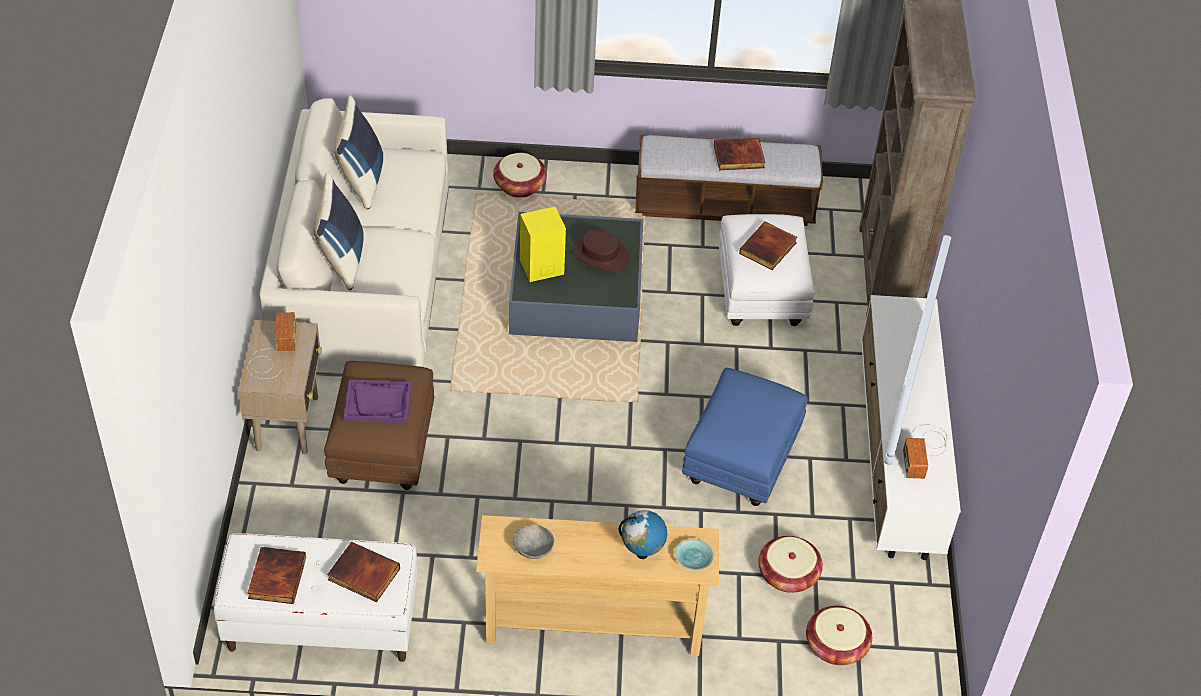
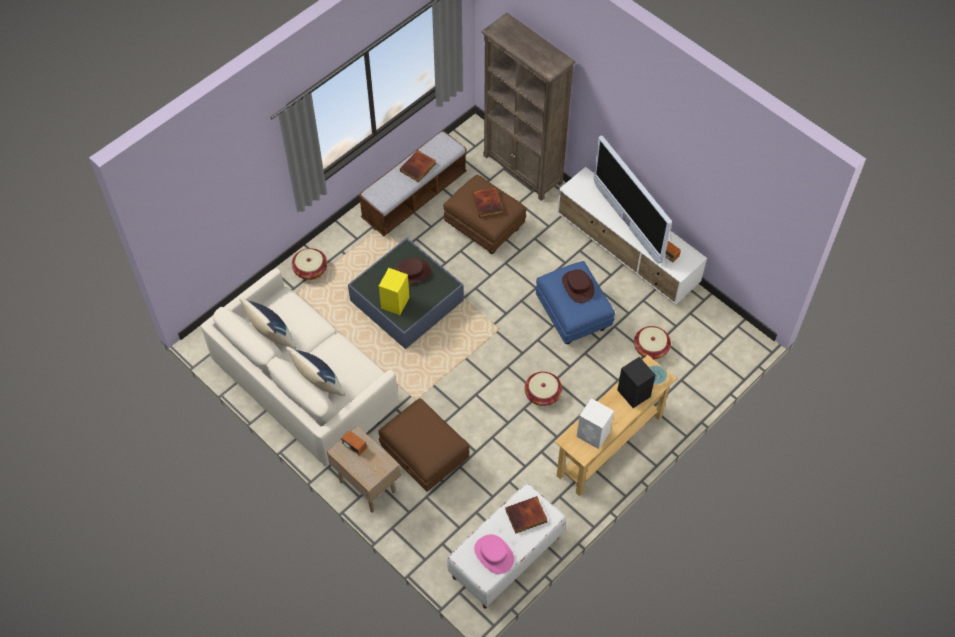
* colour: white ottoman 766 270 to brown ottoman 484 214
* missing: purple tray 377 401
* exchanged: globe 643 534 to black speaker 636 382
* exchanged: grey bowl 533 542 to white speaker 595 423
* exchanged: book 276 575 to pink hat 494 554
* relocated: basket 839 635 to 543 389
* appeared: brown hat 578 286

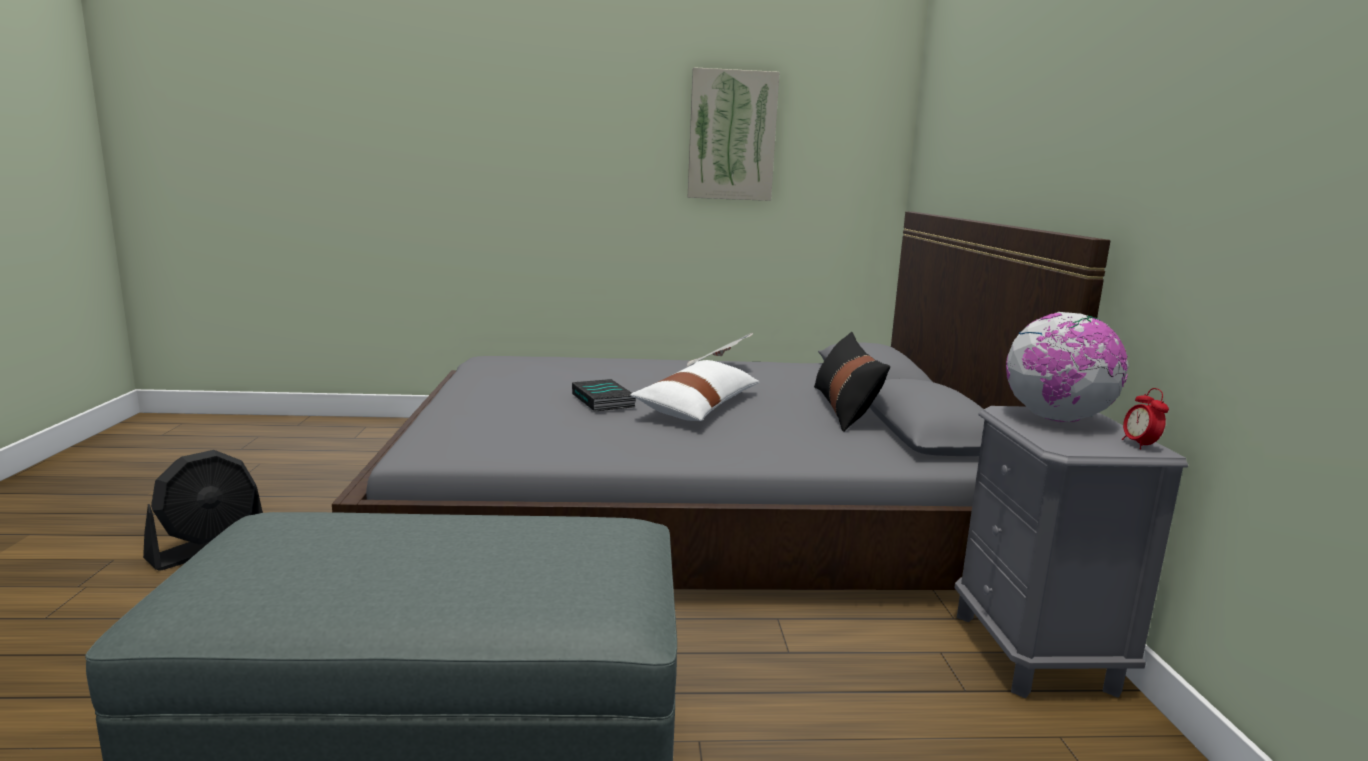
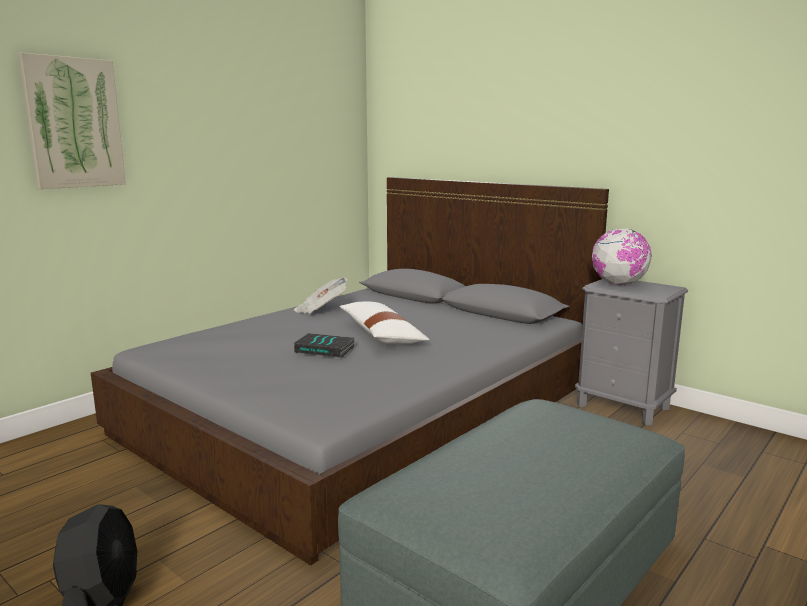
* relocated: picture 734 134 to 72 121
* missing: black pillow 852 382
* missing: alarm clock 1145 418

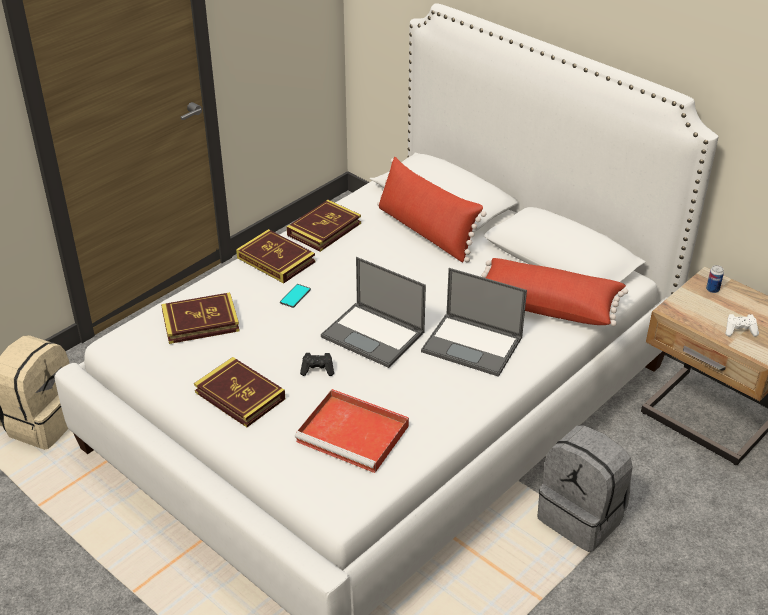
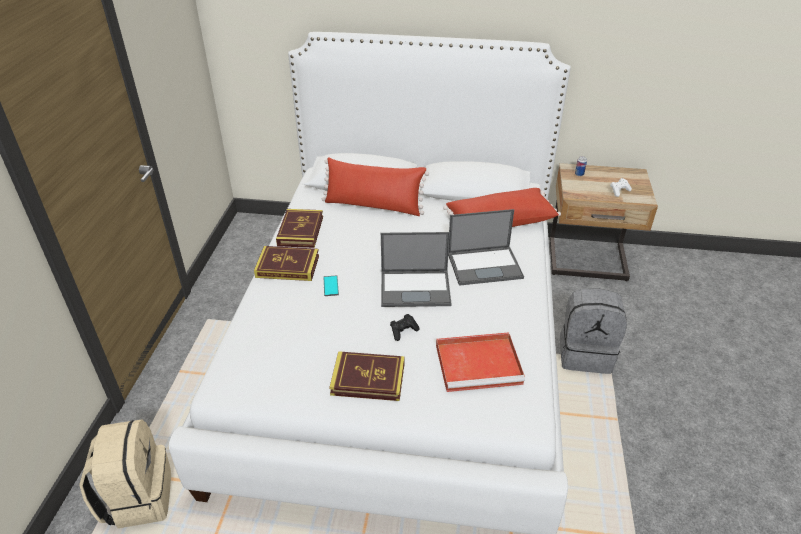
* missing: book 200 318

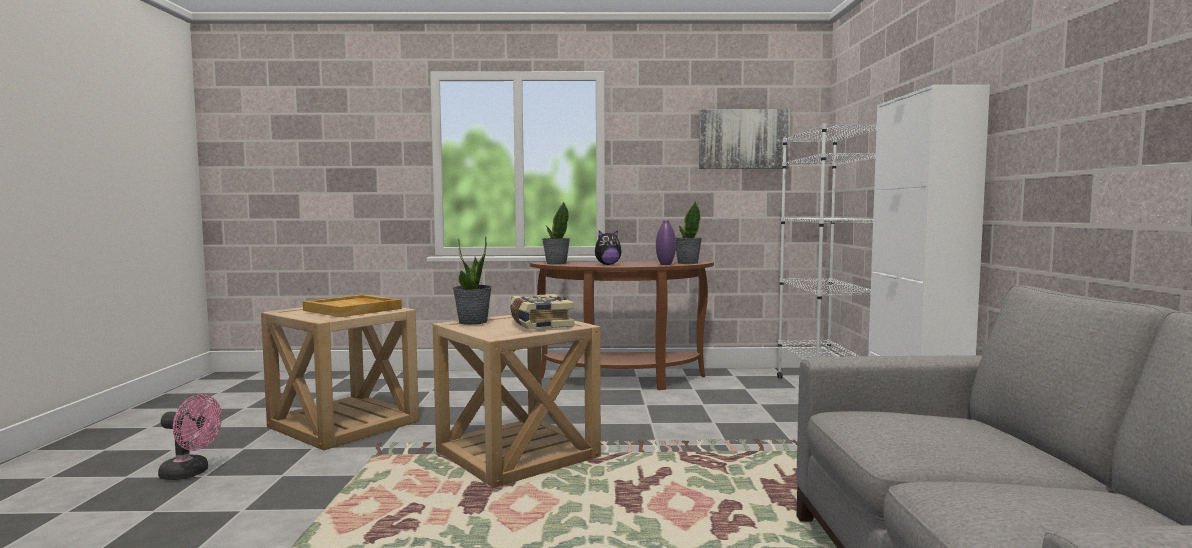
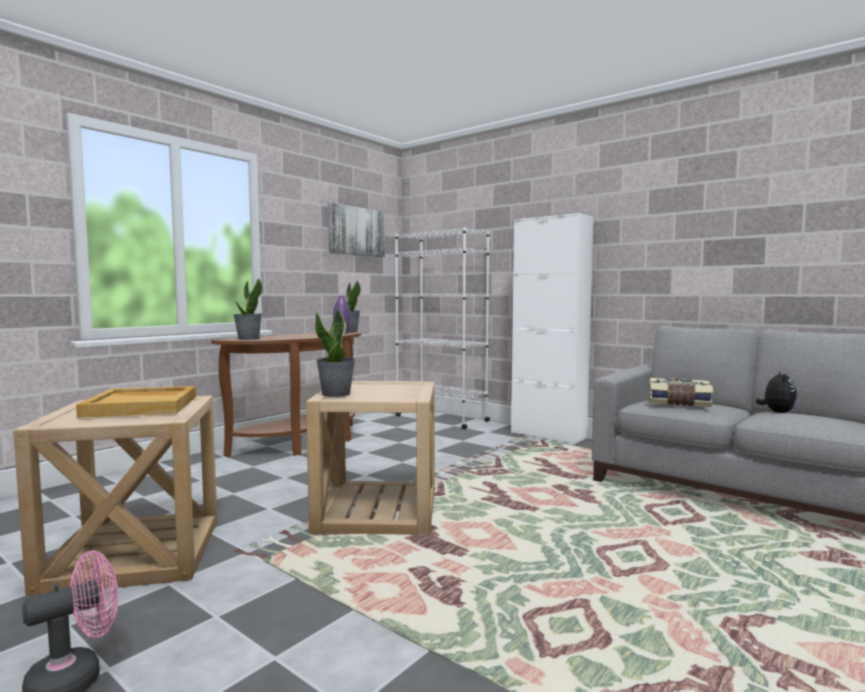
* relocated: plush toy 608 247 to 776 391
* relocated: book 542 312 to 681 392

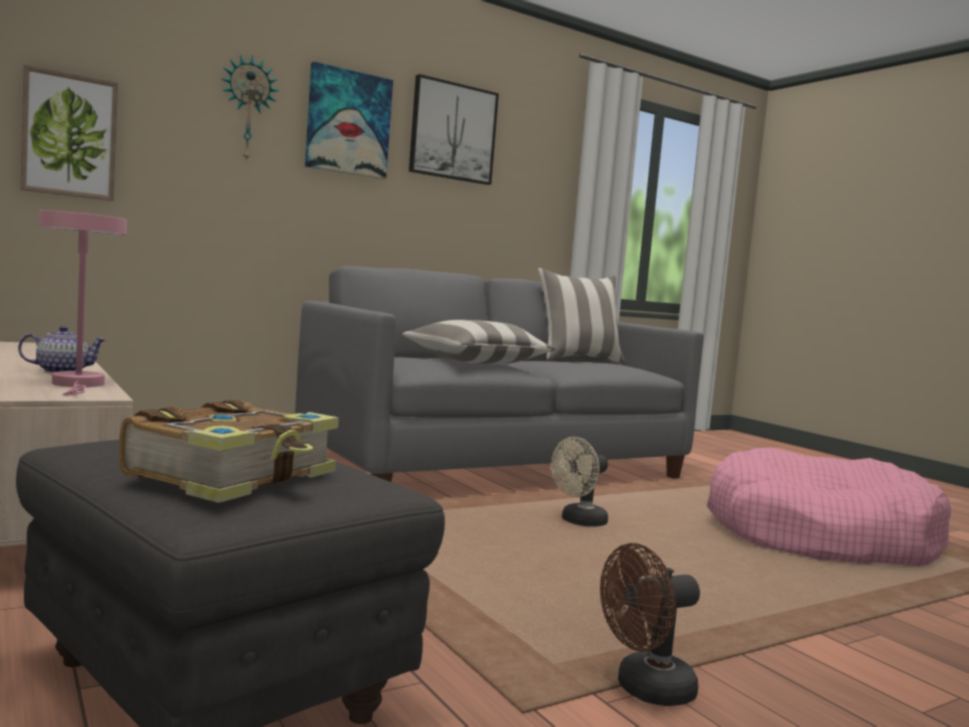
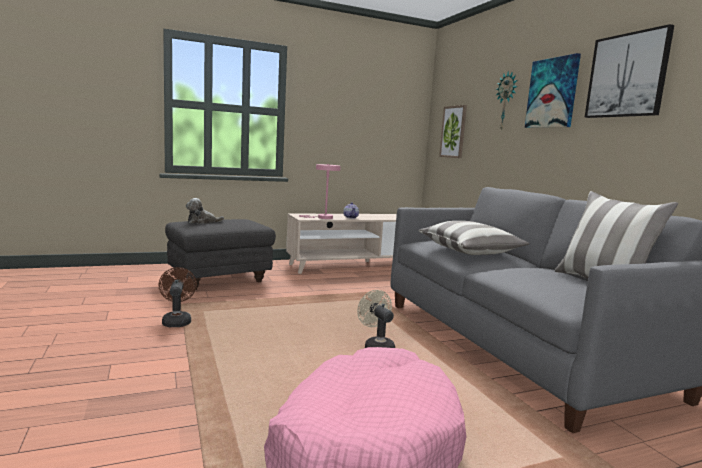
* exchanged: book 229 451 to plush toy 205 211

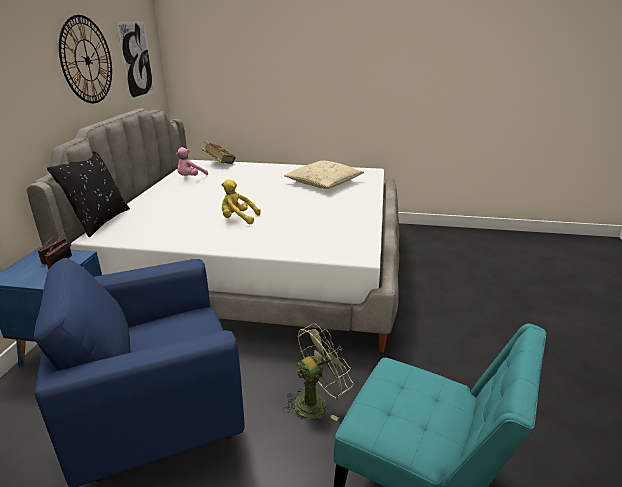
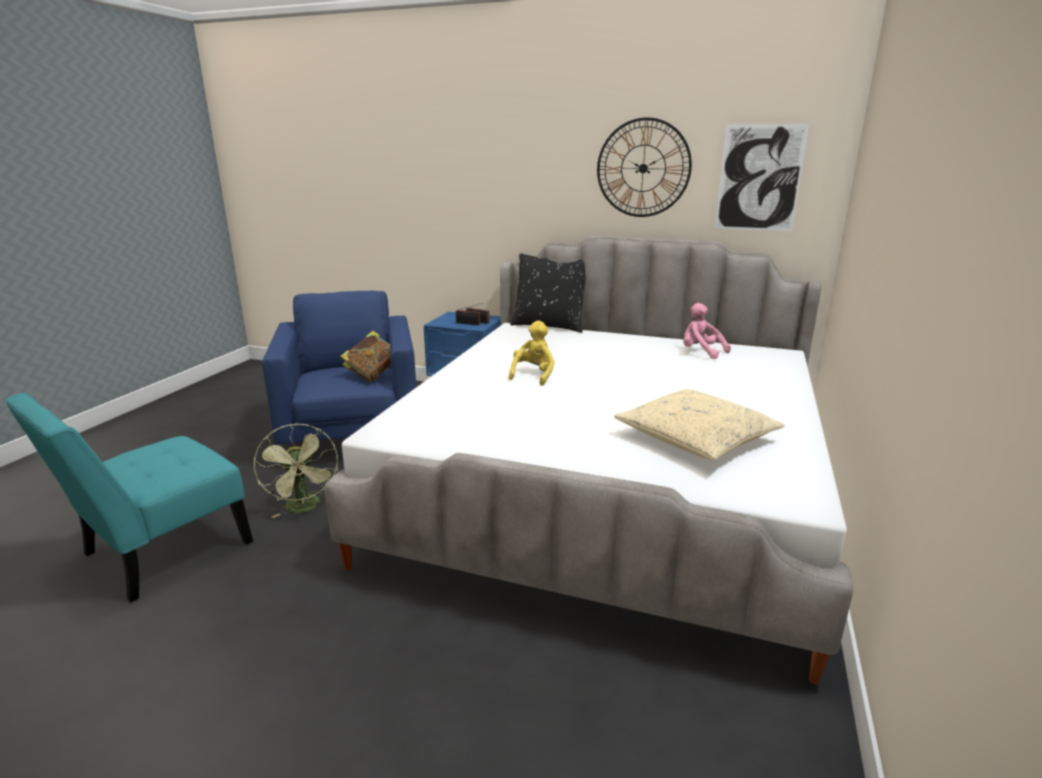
* relocated: book 218 152 to 365 356

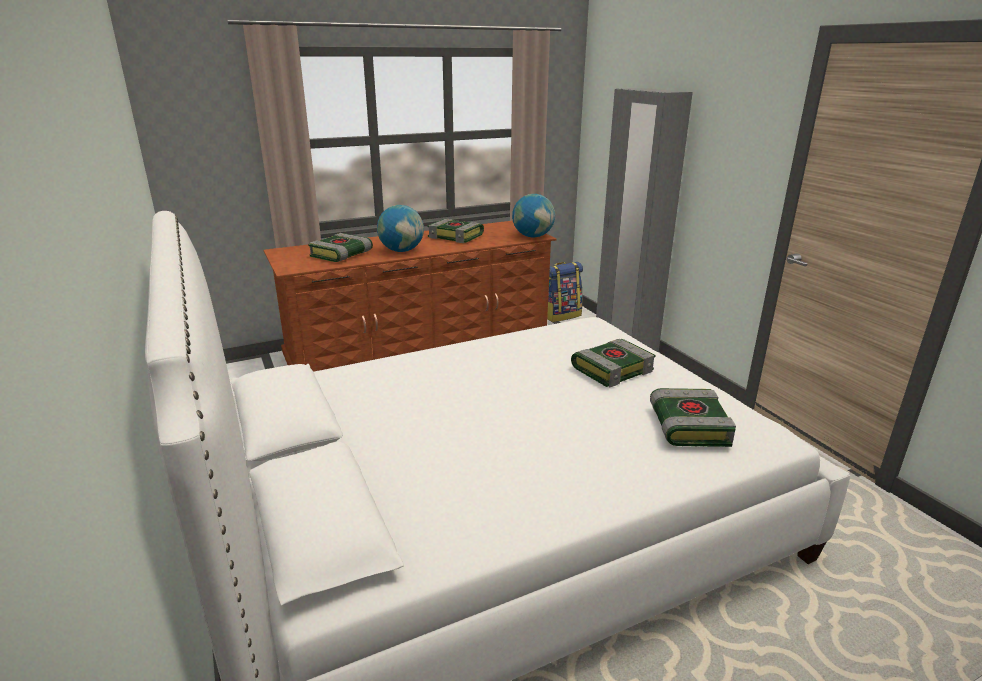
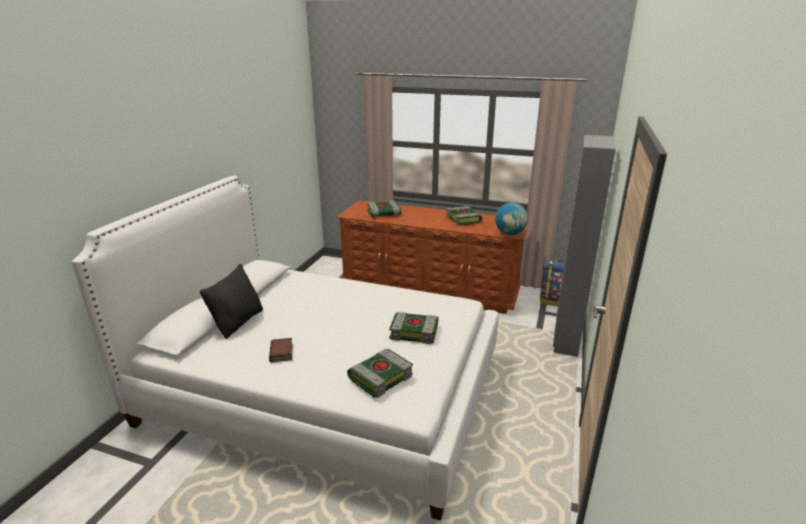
* missing: globe 400 228
* appeared: black pillow 231 301
* appeared: book 281 350

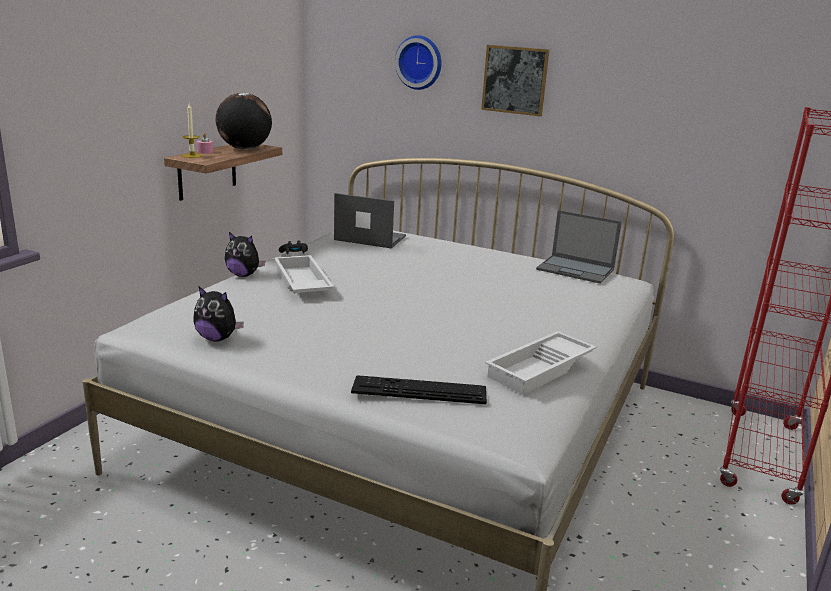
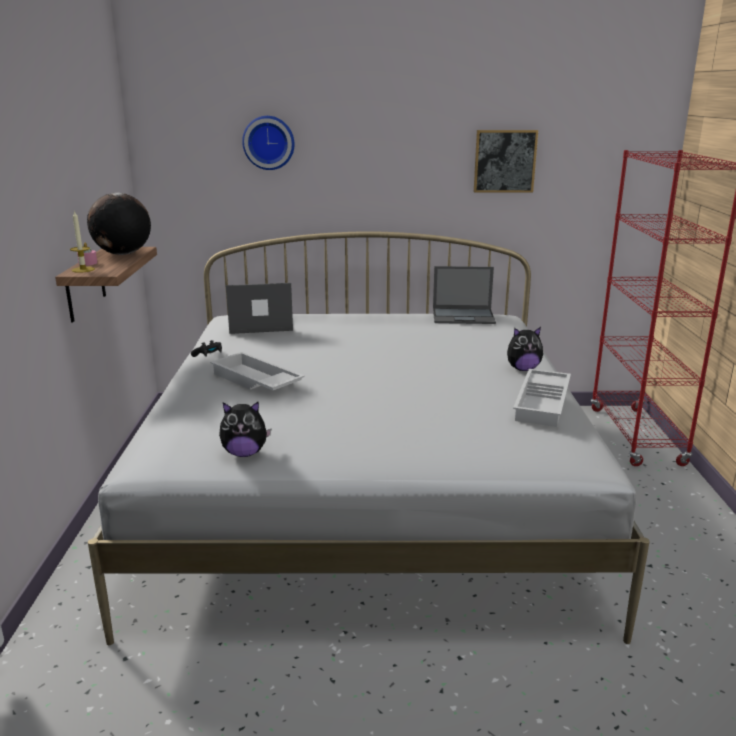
* relocated: picture 515 80 to 506 161
* relocated: plush toy 245 254 to 525 349
* missing: keyboard 419 389

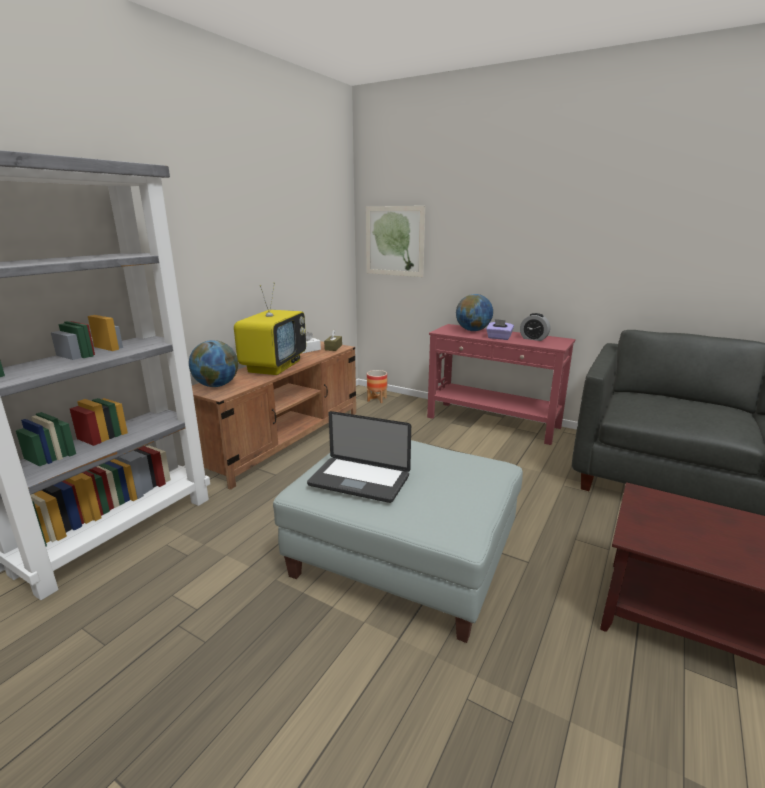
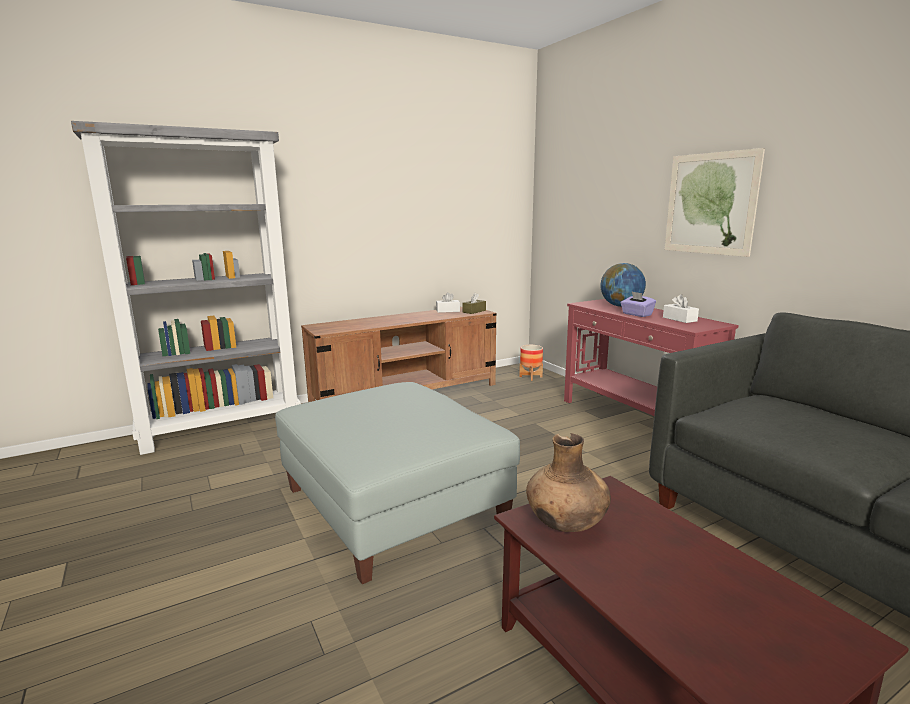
* relocated: picture 395 241 to 714 202
* missing: television 270 328
* exchanged: alarm clock 535 327 to white tissue box 681 308
* missing: globe 213 363
* missing: laptop 359 457
* appeared: brown vase 568 482

